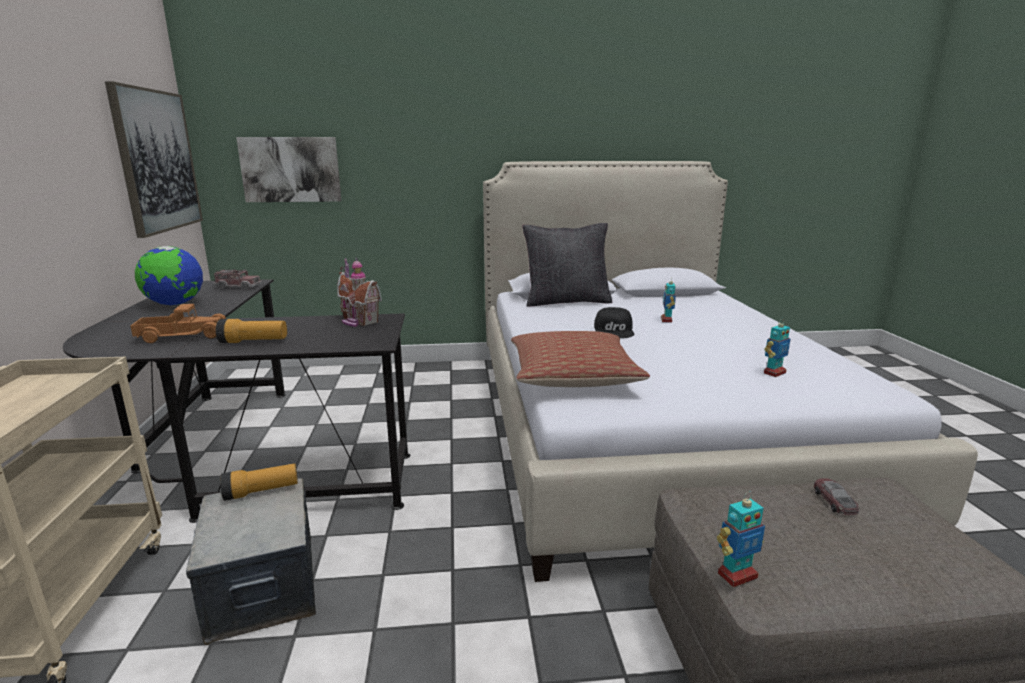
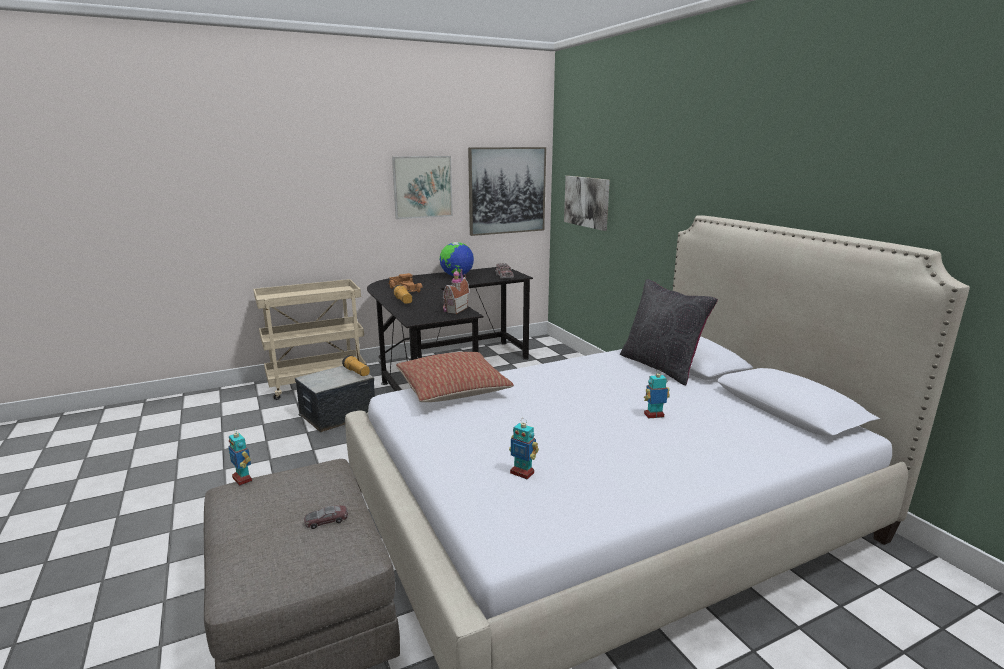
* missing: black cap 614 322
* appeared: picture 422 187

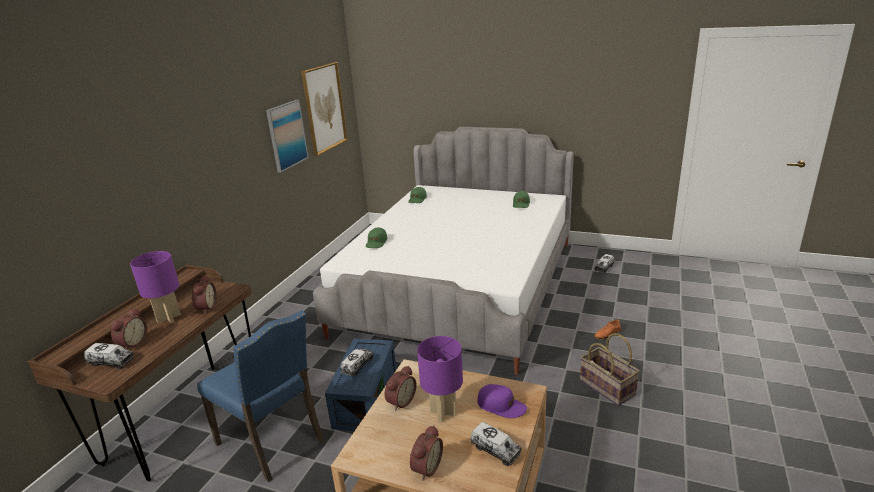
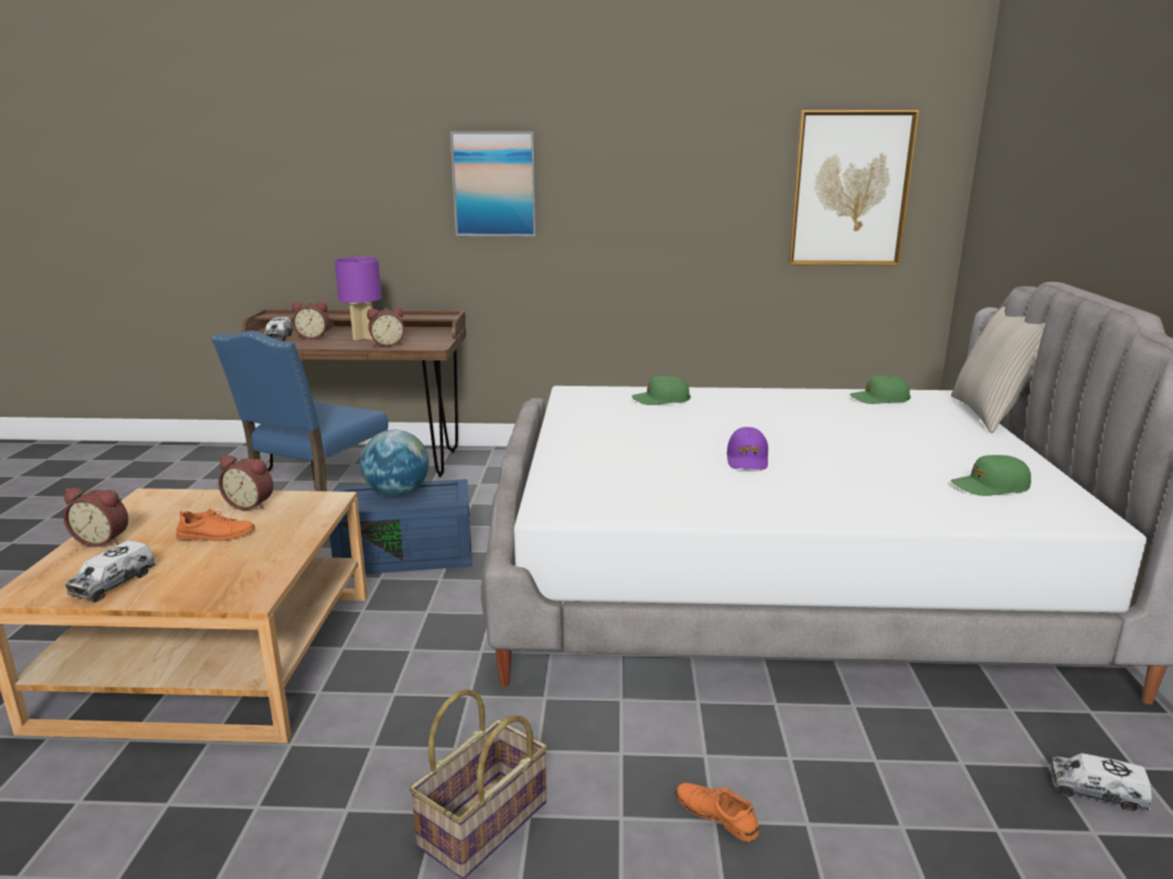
* relocated: picture 287 136 to 493 183
* exchanged: purple table lamp 440 379 to orange shoe 215 524
* exchanged: toy truck 356 362 to globe 394 463
* relocated: purple cap 502 401 to 747 448
* appeared: beige pillow 998 369

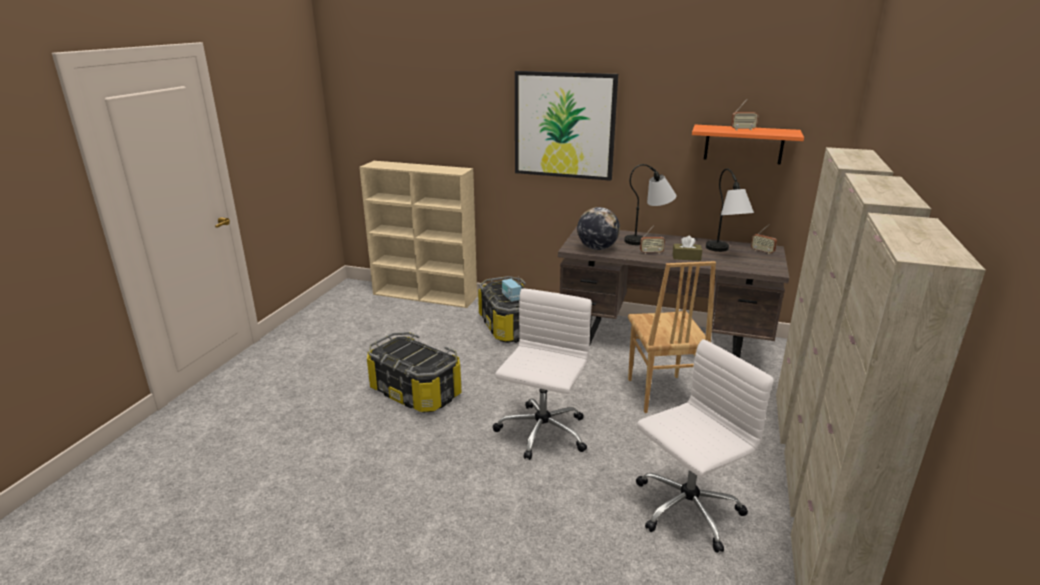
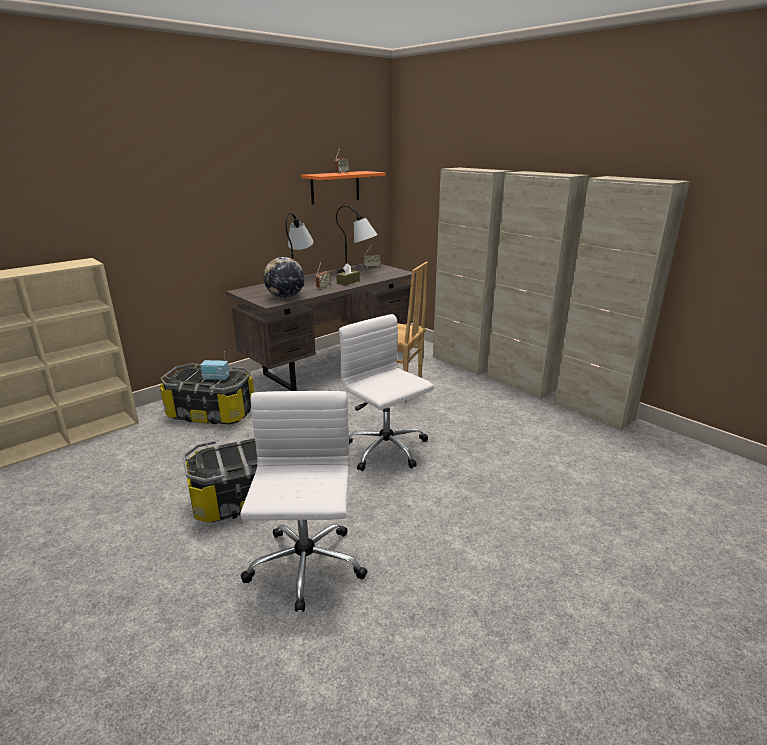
* missing: picture 566 126
* relocated: white office chair 704 446 to 304 501

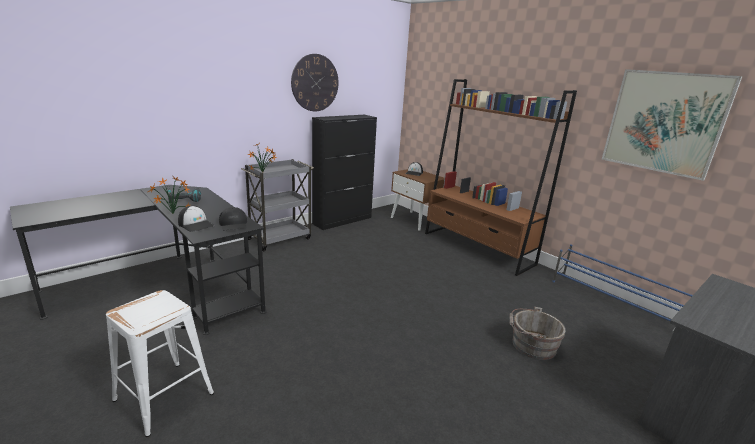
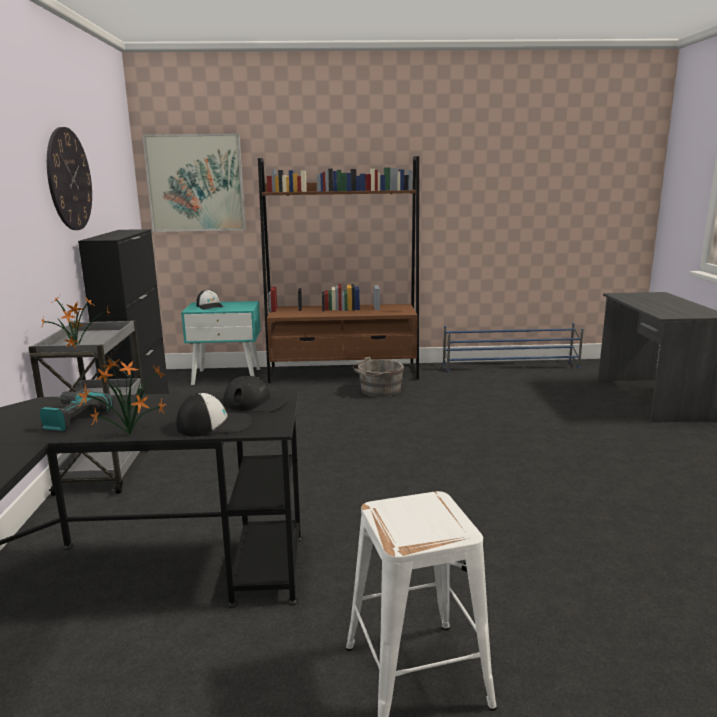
* relocated: picture 672 125 to 194 183
* colour: brown nightstand 418 200 to turquoise nightstand 221 343
* relocated: grey bucket 537 333 to 378 377

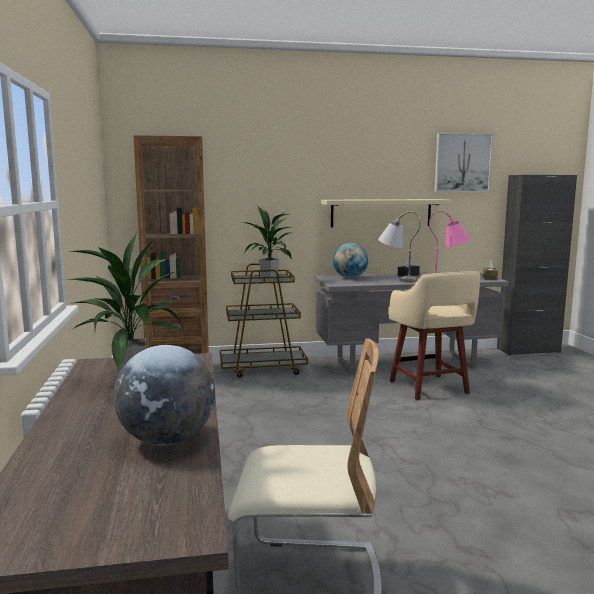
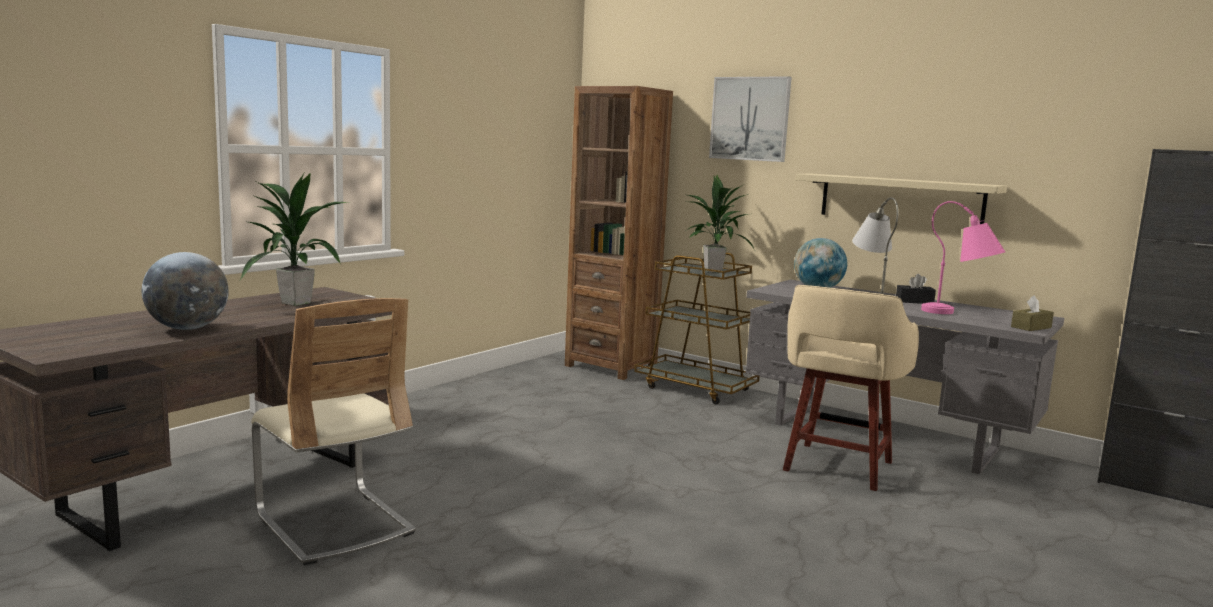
* relocated: picture 464 162 to 750 119

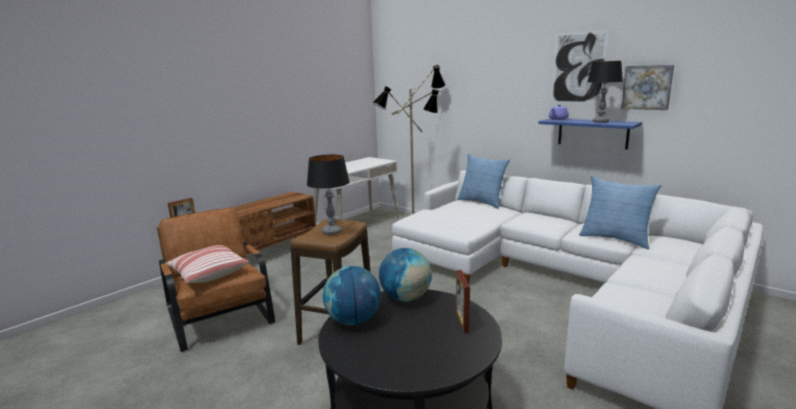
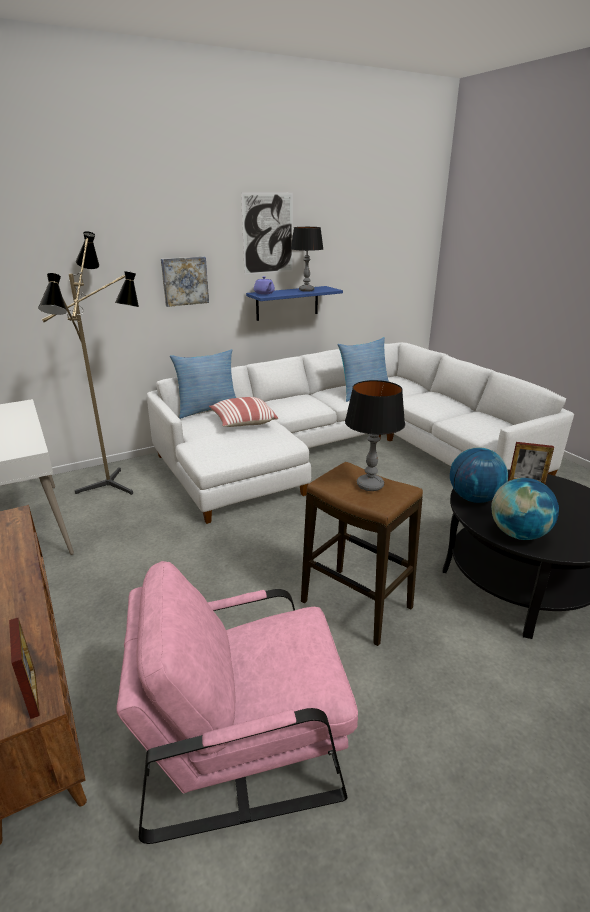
* relocated: picture 647 87 to 185 282
* colour: brown armchair 217 279 to pink armchair 237 702
* relocated: pillow 207 264 to 243 412

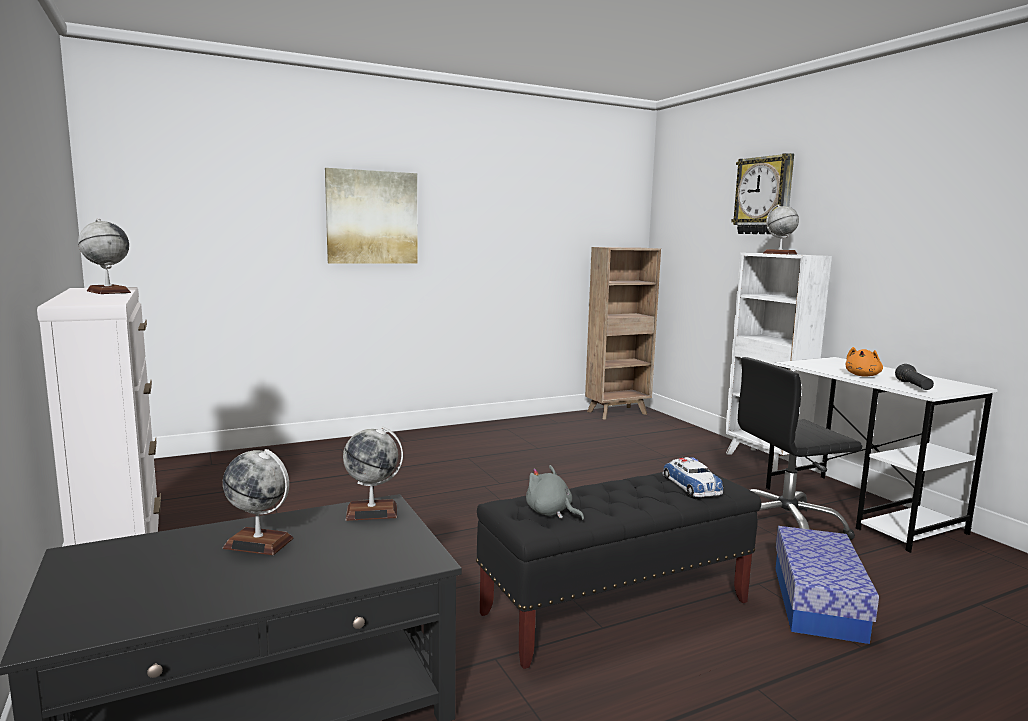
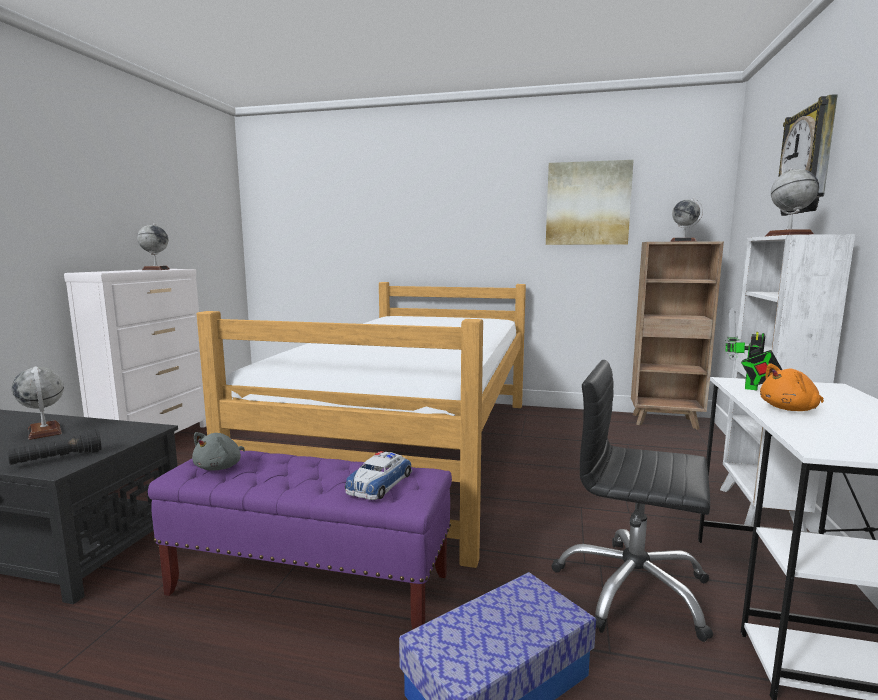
* relocated: picture 371 216 to 590 202
* relocated: black flashlight 914 377 to 54 447
* relocated: globe 373 473 to 686 220
* spun: grey plush toy 555 492 = 218 451 150 degrees counterclockwise
* colour: black bench 618 570 to purple bench 300 539
* appeared: bed 361 425
* appeared: toy robot 753 349

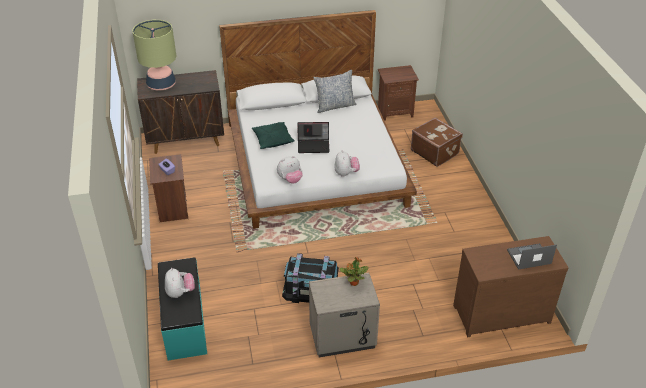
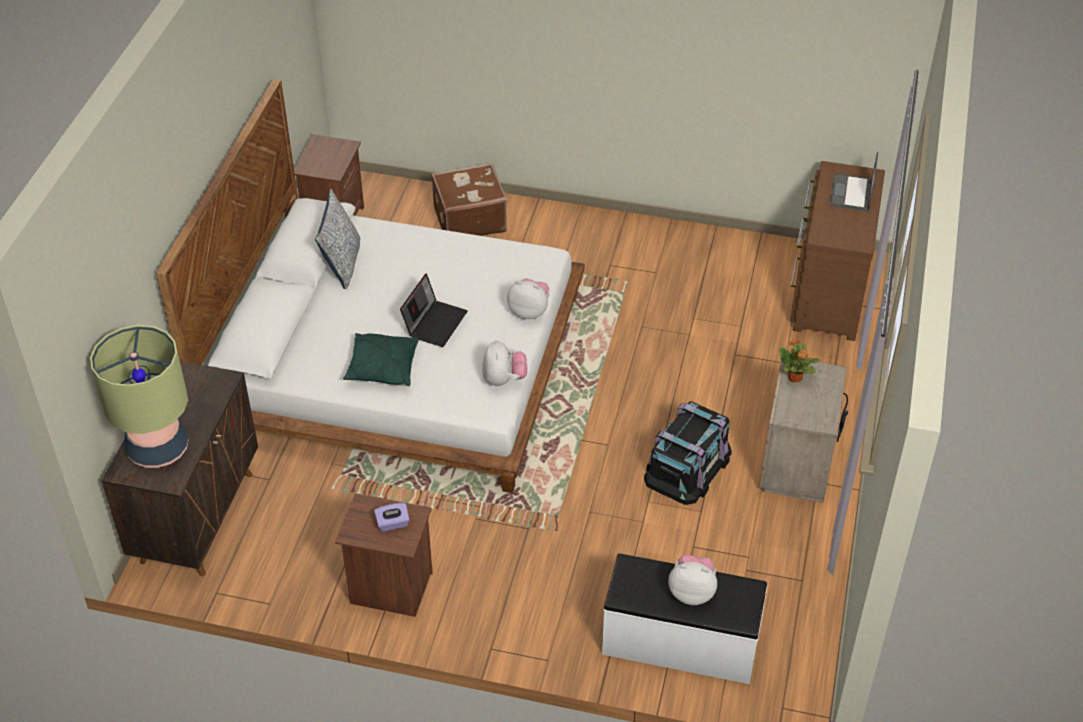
* colour: turquoise bench 182 309 to white bench 684 619

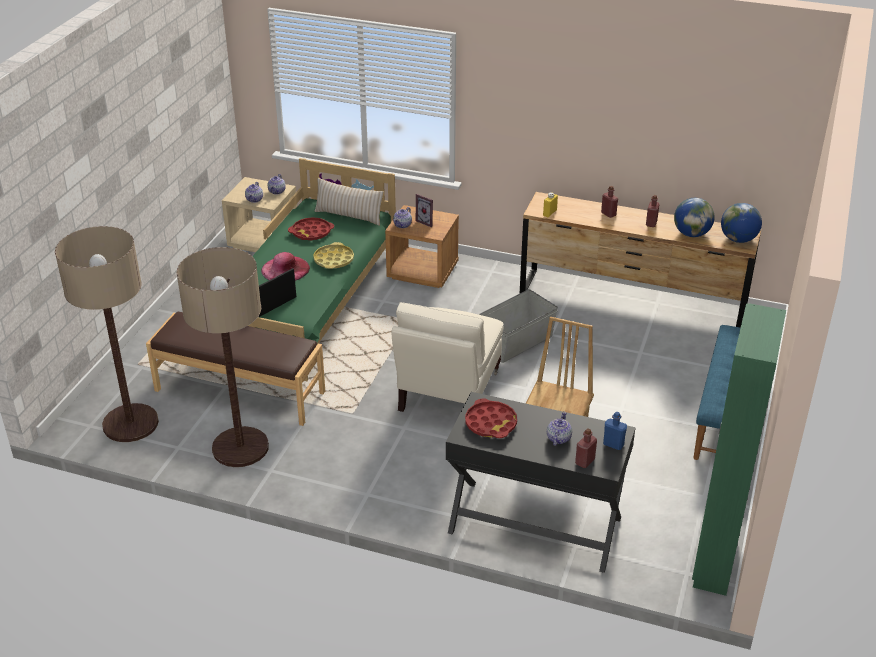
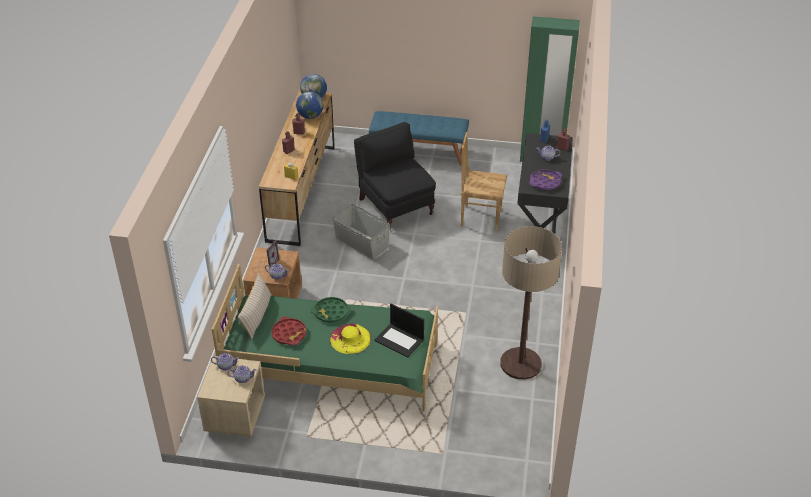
* missing: floor lamp 107 334
* colour: yellow tray 333 255 to green tray 331 309
* colour: pink hat 285 266 to yellow hat 350 339
* missing: beige armchair 447 357
* missing: brown bench 235 368
* colour: red tray 491 418 to purple tray 545 179
* appeared: black armchair 395 175

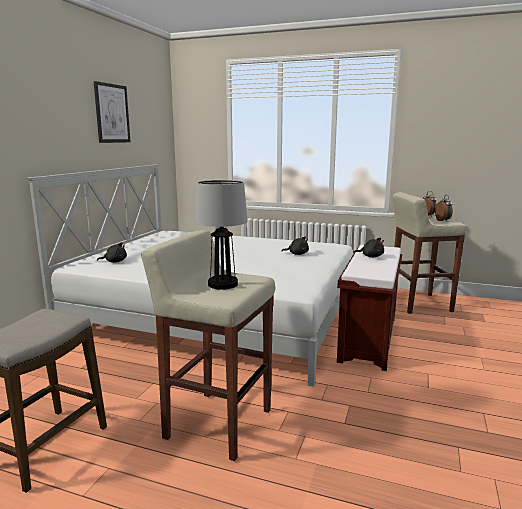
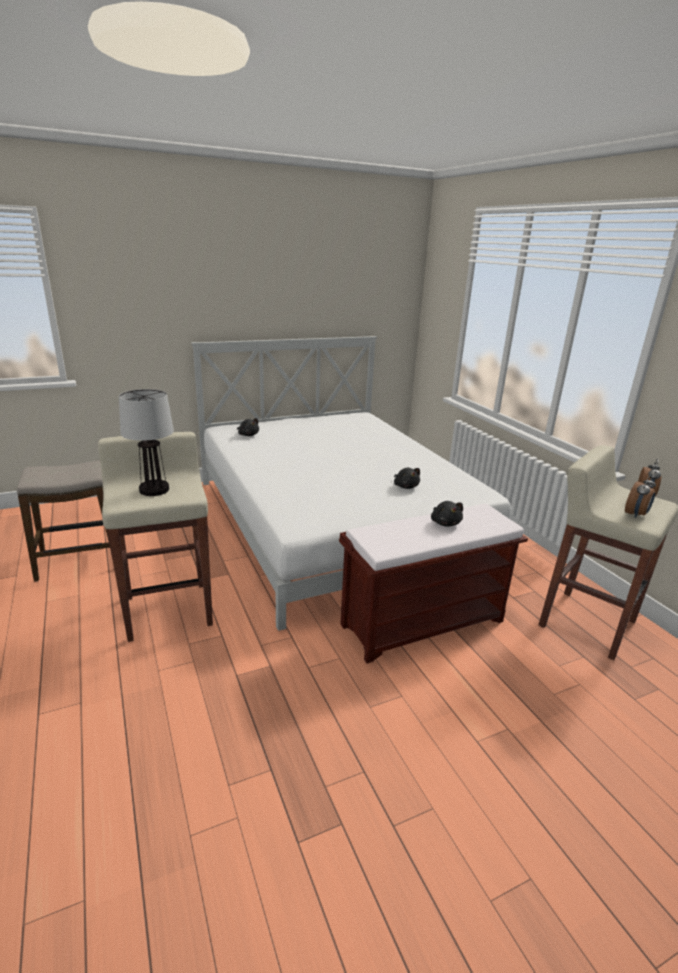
* missing: picture 112 112

